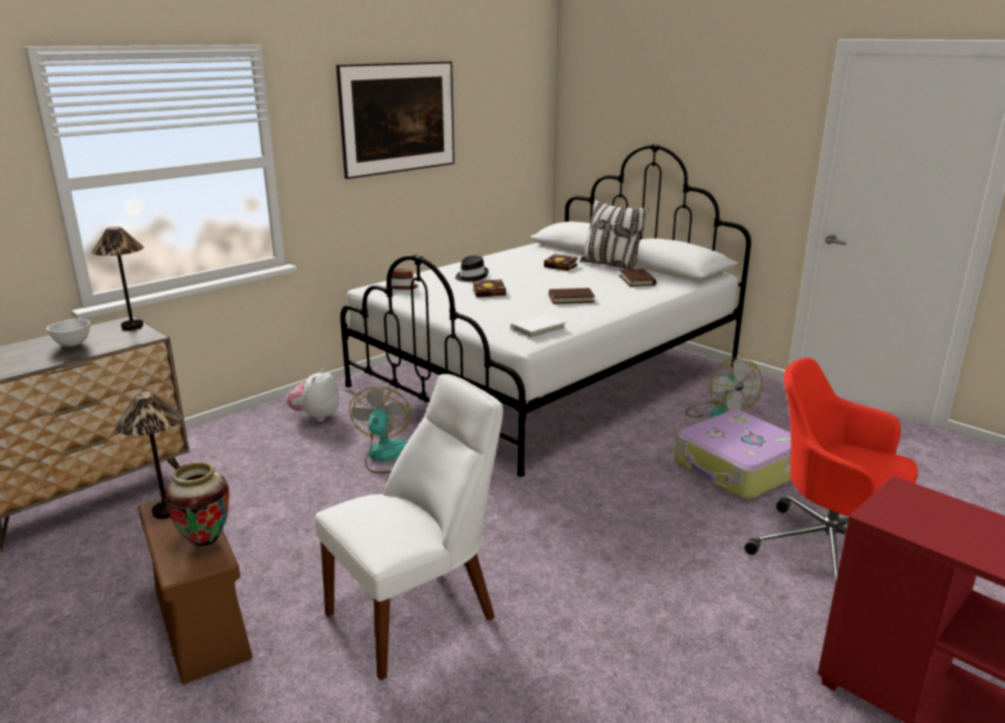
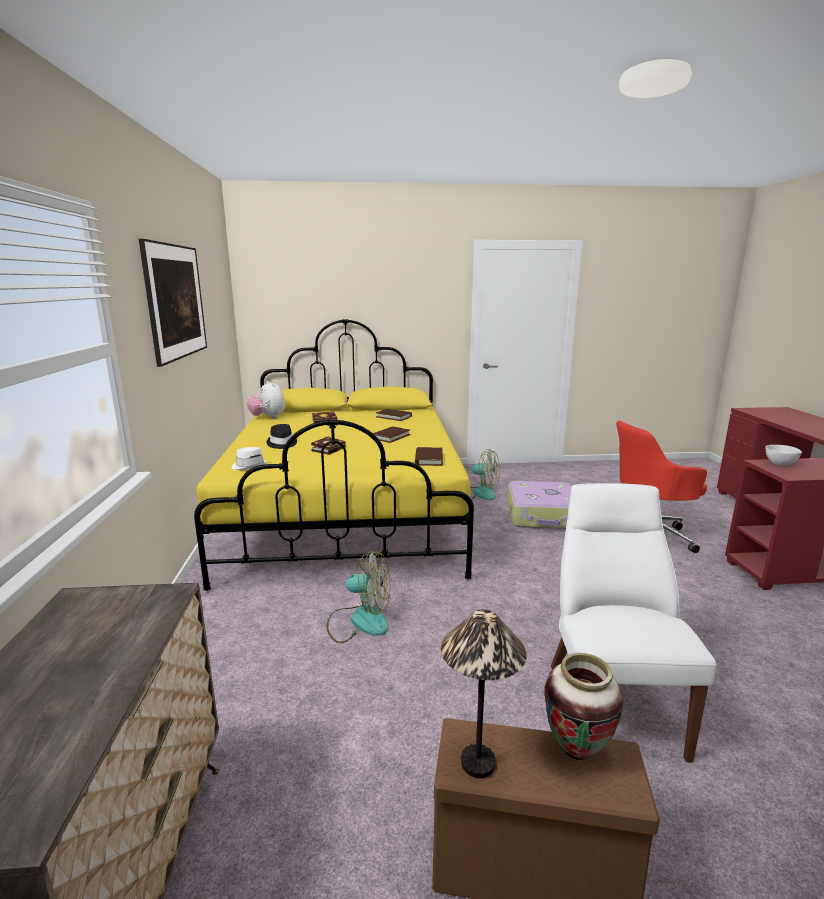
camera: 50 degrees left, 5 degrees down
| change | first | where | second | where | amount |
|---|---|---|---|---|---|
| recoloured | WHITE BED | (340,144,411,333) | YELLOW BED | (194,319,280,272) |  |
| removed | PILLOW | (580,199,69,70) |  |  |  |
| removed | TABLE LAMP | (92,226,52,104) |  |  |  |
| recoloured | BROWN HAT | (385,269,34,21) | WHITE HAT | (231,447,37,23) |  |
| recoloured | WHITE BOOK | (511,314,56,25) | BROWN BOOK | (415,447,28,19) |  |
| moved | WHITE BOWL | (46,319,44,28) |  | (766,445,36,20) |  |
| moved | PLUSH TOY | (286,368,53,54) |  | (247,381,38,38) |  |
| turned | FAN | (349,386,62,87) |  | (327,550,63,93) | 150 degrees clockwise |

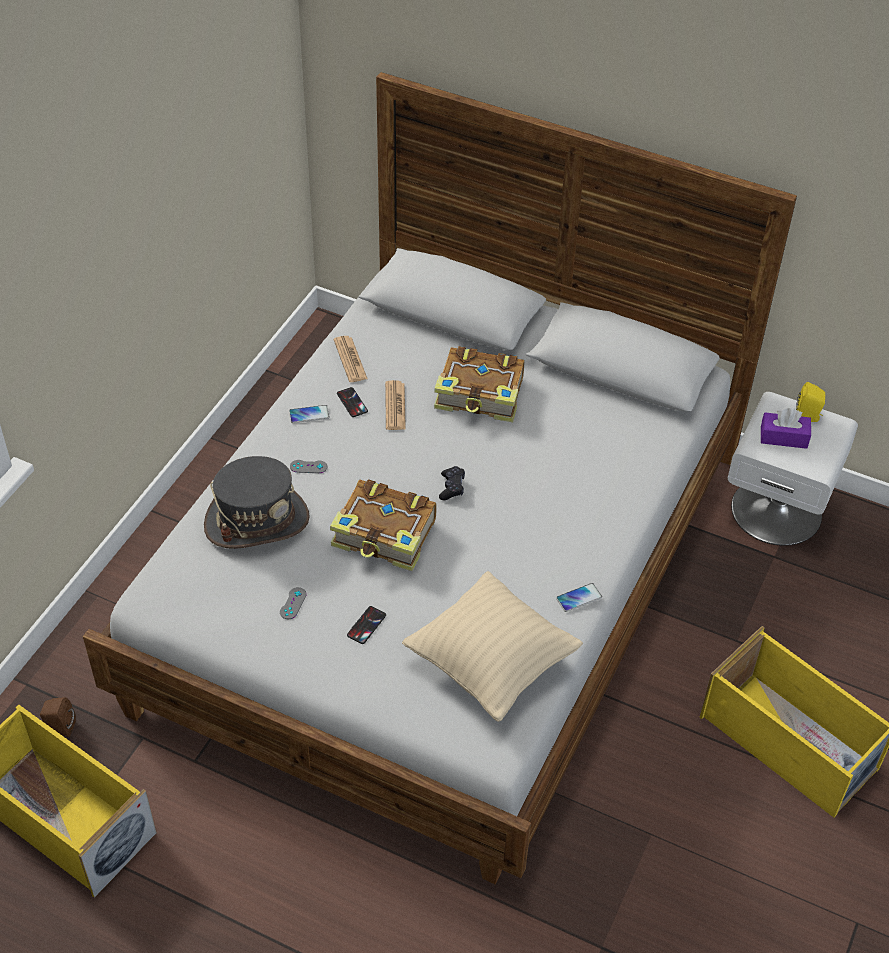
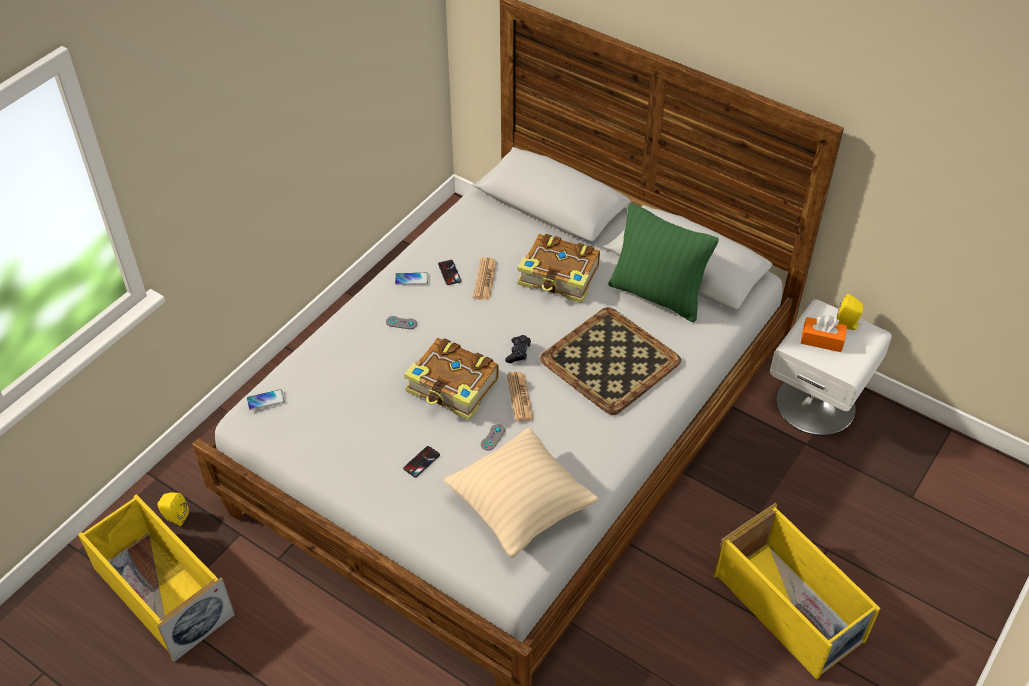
camera: 10 degrees right, 0 degrees up
| change | first | where | second | where | amount |
|---|---|---|---|---|---|
| moved | NEWSPAPER | (334,336,34,46) |  | (507,372,26,49) |  |
| recoloured | PURPLE TISSUE BOX | (761,408,50,41) | ORANGE TISSUE BOX | (801,315,46,37) |  |
| removed | GREY HAT | (204,456,106,93) |  |  |  |
| moved | PHONE | (556,583,46,29) |  | (246,389,39,21) |  |
| moved | GREY GAME CONTROLLER | (280,587,27,32) |  | (481,424,24,27) |  |
| recoloured | BROWN SPEAKER | (40,697,36,40) | YELLOW SPEAKER | (157,493,32,33) |  |
| added |  |  | GREEN PILLOW | (609,203,110,119) |  |
| added |  |  | TRAY | (540,307,141,108) |  |

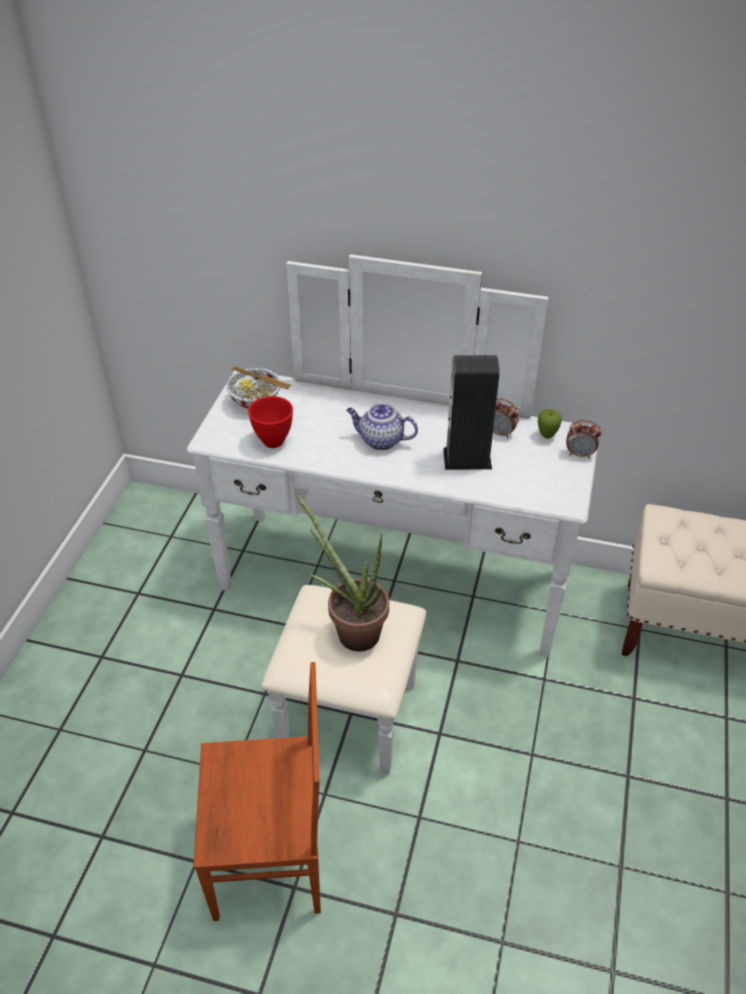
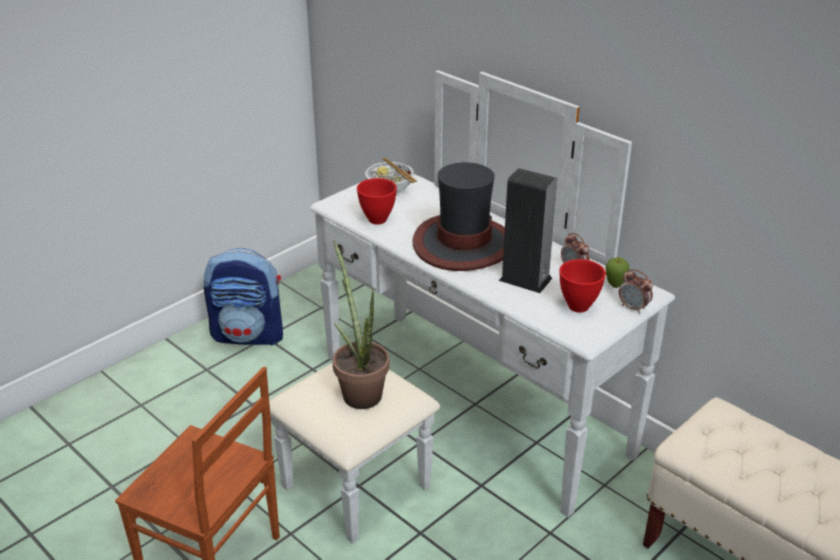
camera: 30 degrees right, 10 degrees down
| change | first | where | second | where | amount |
|---|---|---|---|---|---|
| replaced | TEAPOT | (346,404,72,46) | HAT | (413,162,92,109) |  |
| added |  |  | BACKPACK | (204,248,79,98) |  |
| added |  |  | RED BOWL | (559,259,47,54) |  |

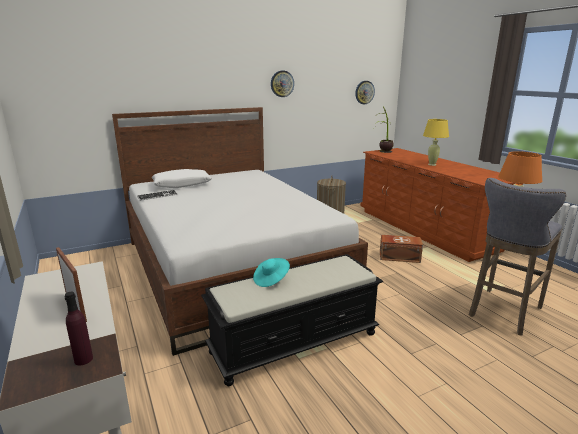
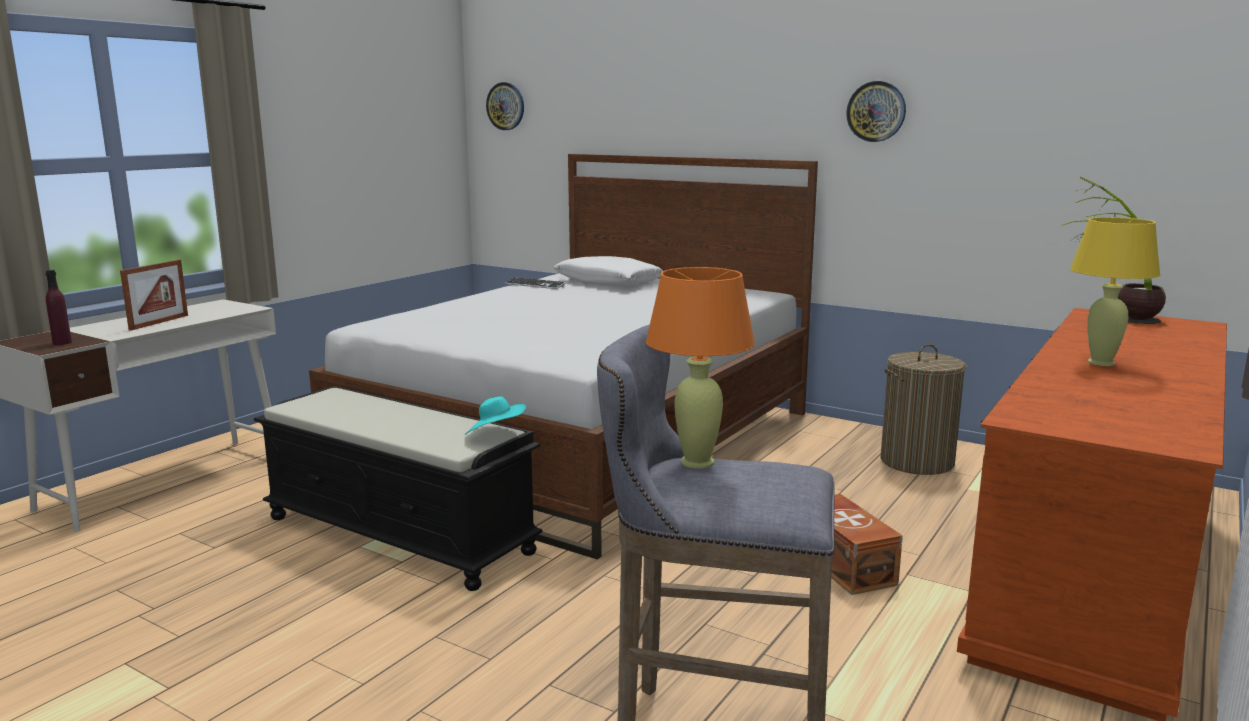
camera: 60 degrees right, 5 degrees down
| change | first | where | second | where | amount |
|---|---|---|---|---|---|
| moved | WALL CLOCK | (355,81,20,23) |  | (486,82,38,48) |  |
| moved | TURQUOISE HAT | (253,258,37,29) |  | (465,396,61,39) |  |

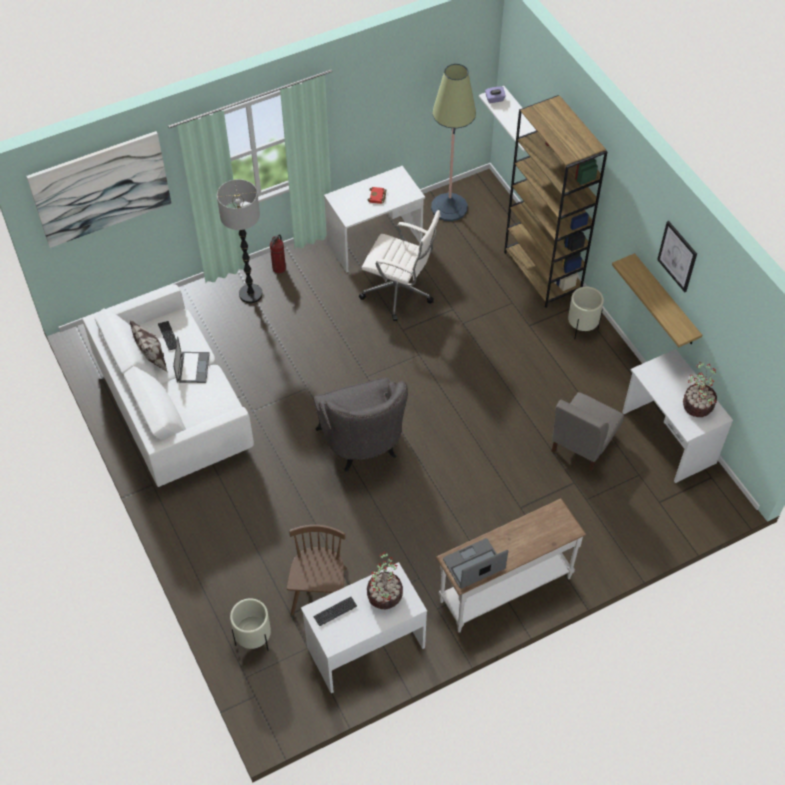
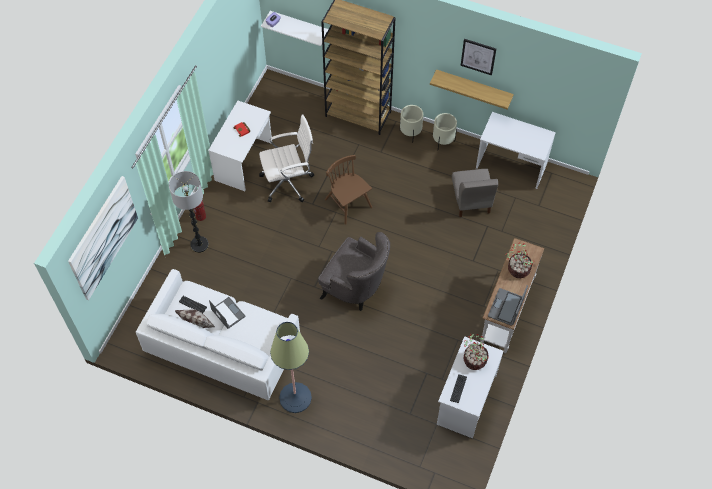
camera: 40 degrees left, 5 degrees up
| change | first | where | second | where | amount |
|---|---|---|---|---|---|
| moved | FLOOR LAMP | (431,64,45,157) |  | (270,322,42,91) |  |
| moved | POTTED PLANT | (683,362,34,55) |  | (505,242,29,36) |  |
| moved | BROWN CHAIR | (287,525,60,90) |  | (325,155,47,69) |  |
| moved | BEIGE PLANTER | (230,598,41,53) |  | (433,113,24,36) |  |

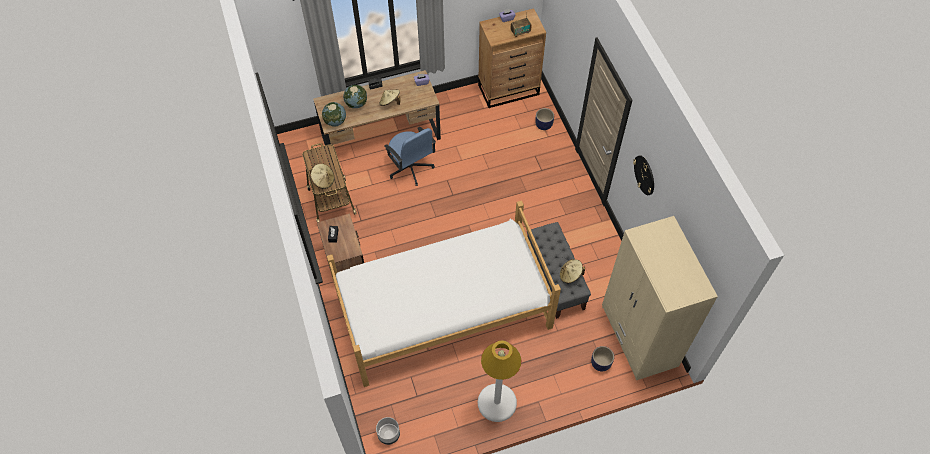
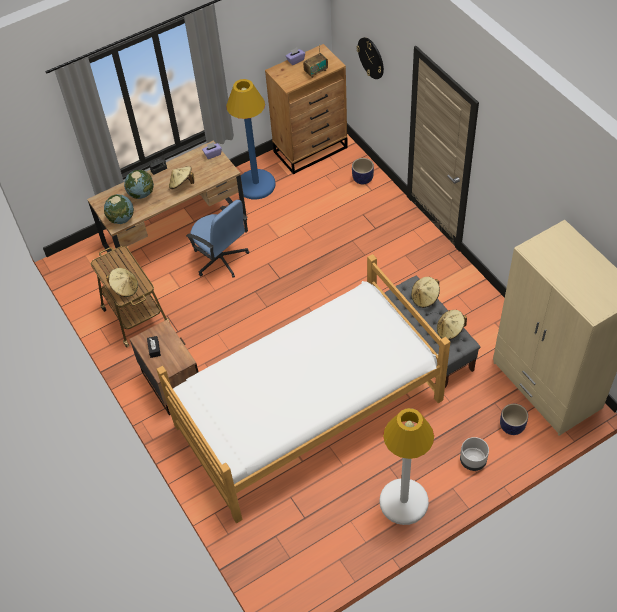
camera: 10 degrees left, 5 degrees down
| change | first | where | second | where | amount |
|---|---|---|---|---|---|
| moved | WALL CLOCK | (633,155,21,40) |  | (357,37,27,42) |  |
| moved | GREY PLANTER | (376,417,24,28) |  | (460,437,29,34) |  |
| added |  |  | BLUE FLOOR LAMP | (226,79,50,121) |  |
| added |  |  | BEIGE HAT | (411,277,29,31) |  |

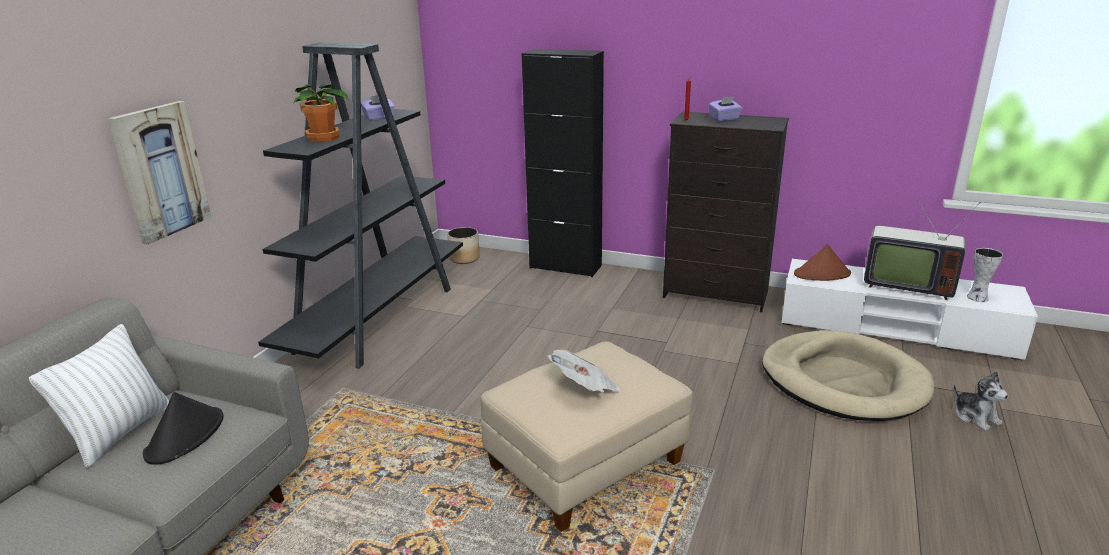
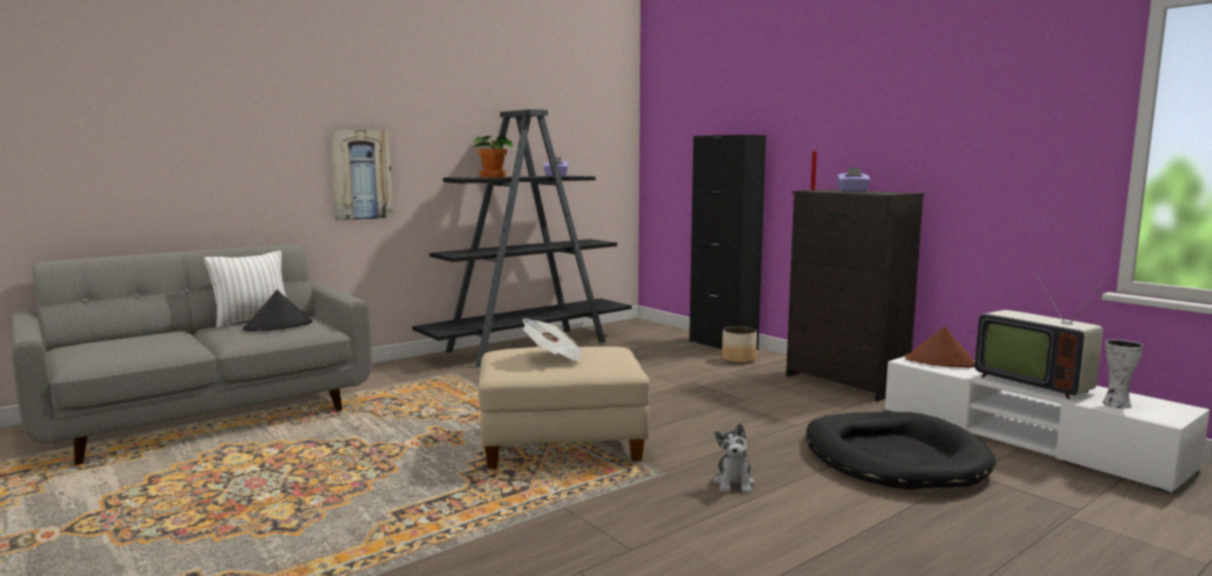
camera: 30 degrees right, 15 degrees down
| change | first | where | second | where | amount |
|---|---|---|---|---|---|
| moved | PLANTER | (447,227,33,37) |  | (722,326,35,38) |  |
| recoloured | BEIGE DOG BED | (762,330,173,91) | BLACK DOG BED | (806,412,190,78) |  |
| moved | PLUSH TOY | (953,371,55,60) |  | (713,423,42,70) |  |

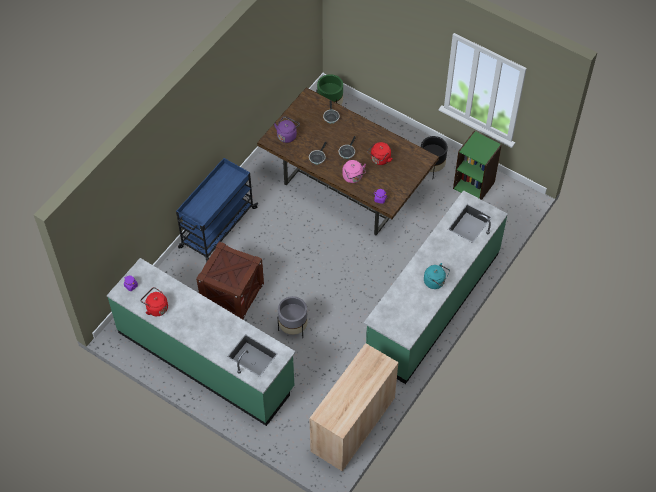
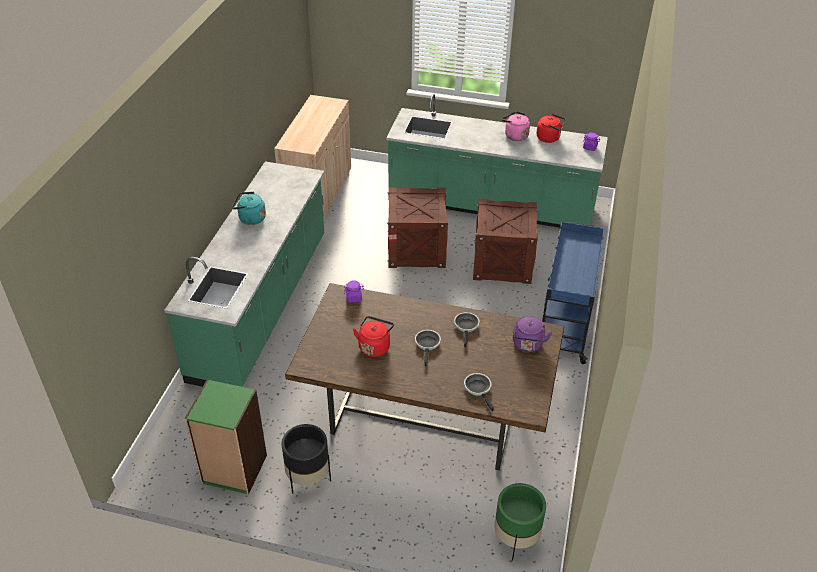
camera: 160 degrees right, 15 degrees down
| change | first | where | second | where | amount |
|---|---|---|---|---|---|
| moved | PINK KETTLE | (342,160,24,23) |  | (502,111,28,30) |  |
| replaced | GREY PLANTER | (277,296,31,42) | CRATE | (387,188,62,80) |  |

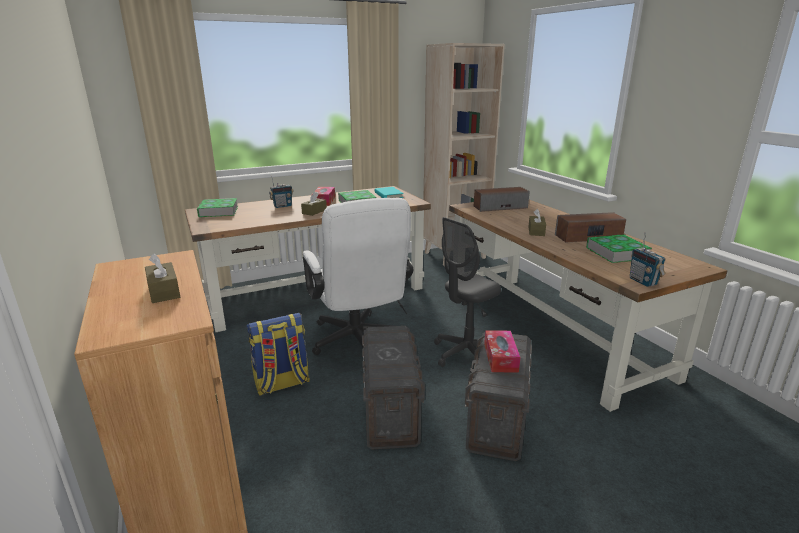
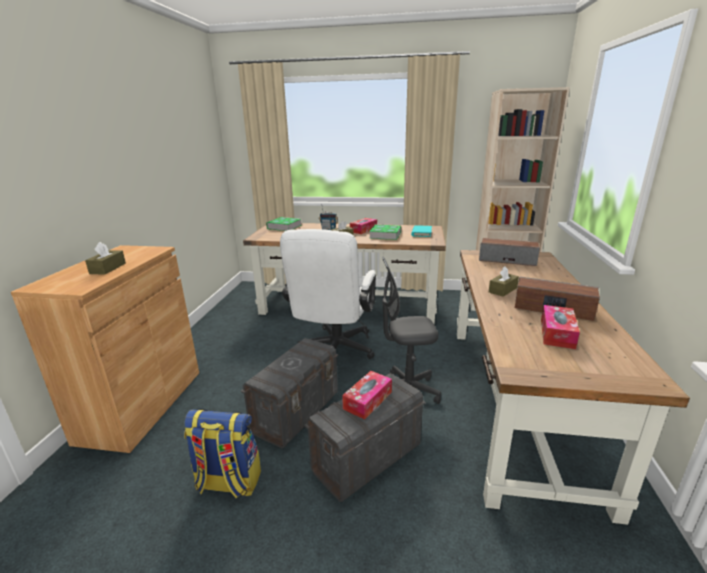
camera: 35 degrees right, 0 degrees up
| change | first | where | second | where | amount |
|---|---|---|---|---|---|
| removed | RADIO | (630,233,36,54) |  |  |  |
| replaced | BOOK | (586,234,66,29) | TISSUE BOX | (541,305,39,44) |  |
| moved | BACKPACK | (247,313,63,83) |  | (184,409,77,89) |  |

